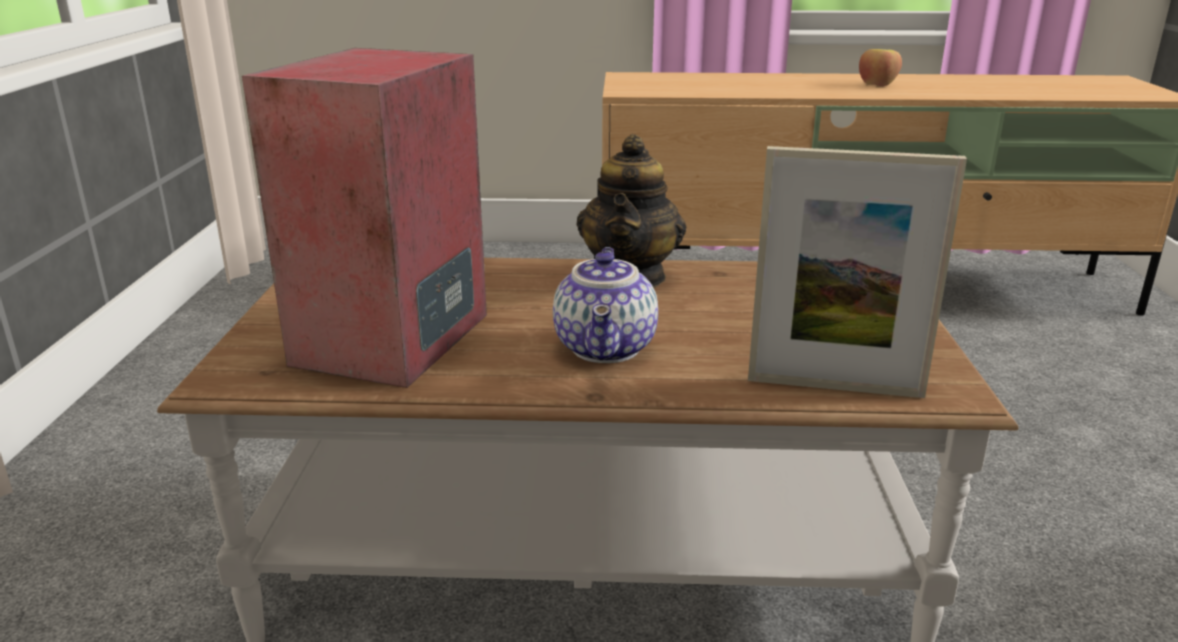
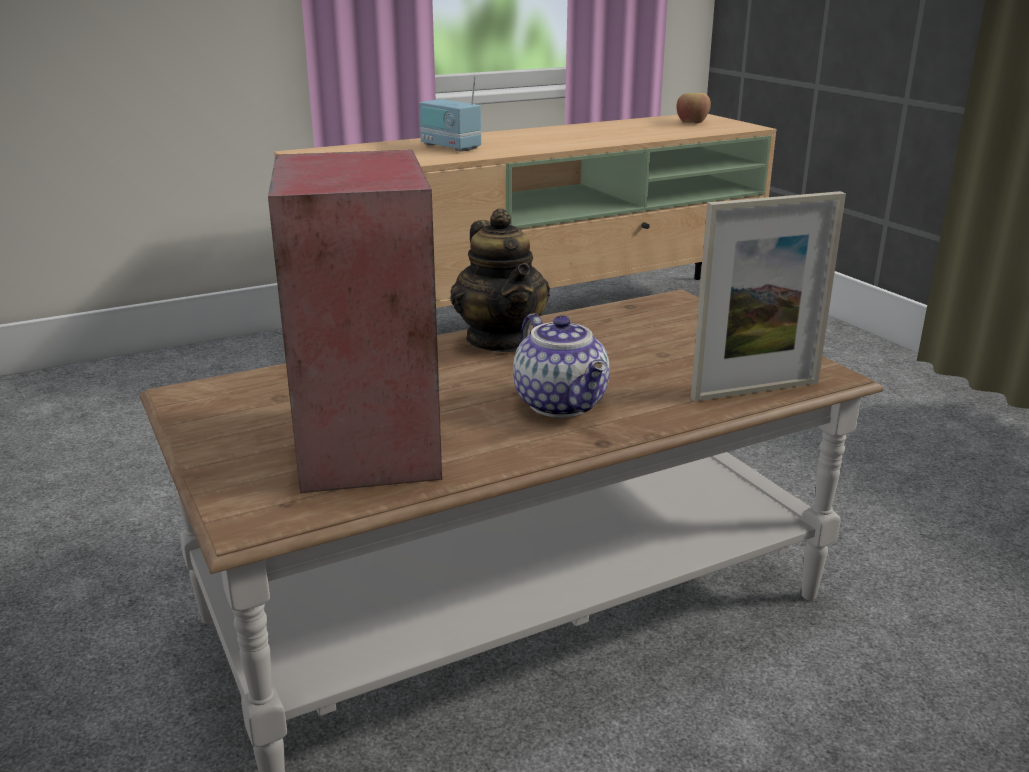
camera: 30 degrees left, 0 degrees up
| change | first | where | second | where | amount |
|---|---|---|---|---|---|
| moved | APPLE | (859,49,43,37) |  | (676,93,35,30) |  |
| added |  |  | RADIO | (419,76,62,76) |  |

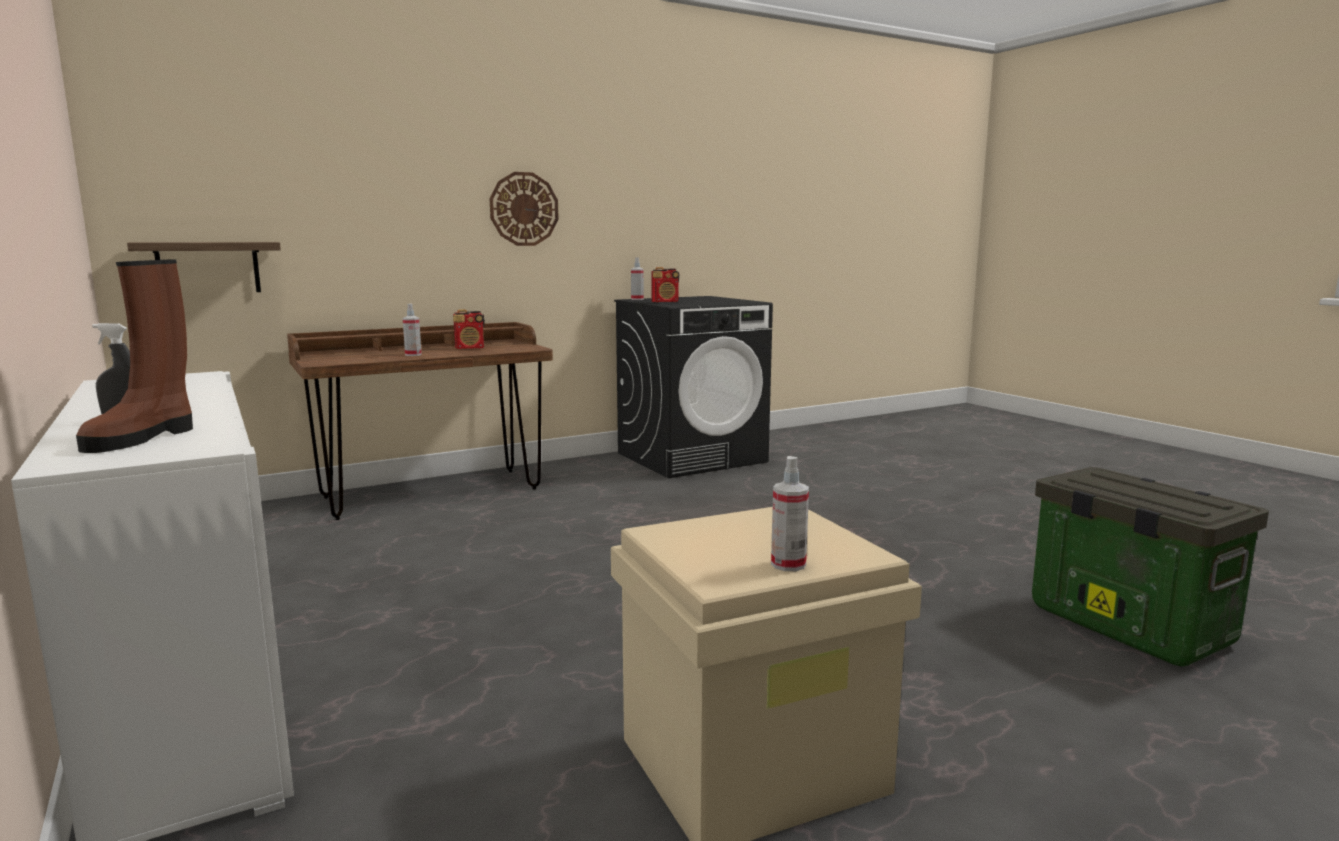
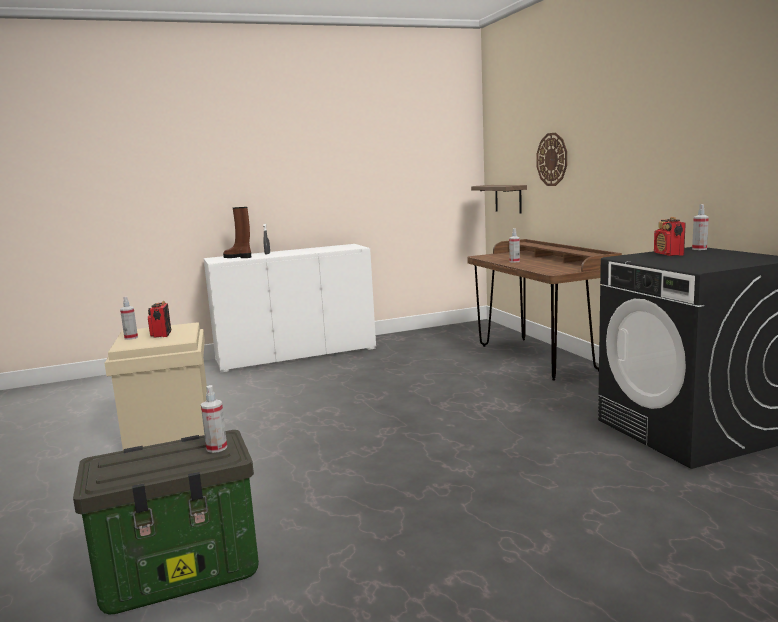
camera: 100 degrees right, 0 degrees up
| change | first | where | second | where | amount |
|---|---|---|---|---|---|
| moved | WALL CLOCK | (490,172,69,74) |  | (537,133,30,53) |  |
| moved | RADIO | (453,309,32,40) |  | (148,301,23,37) |  |
| added |  |  | SPRAY BOTTLE | (201,385,26,68) |  |

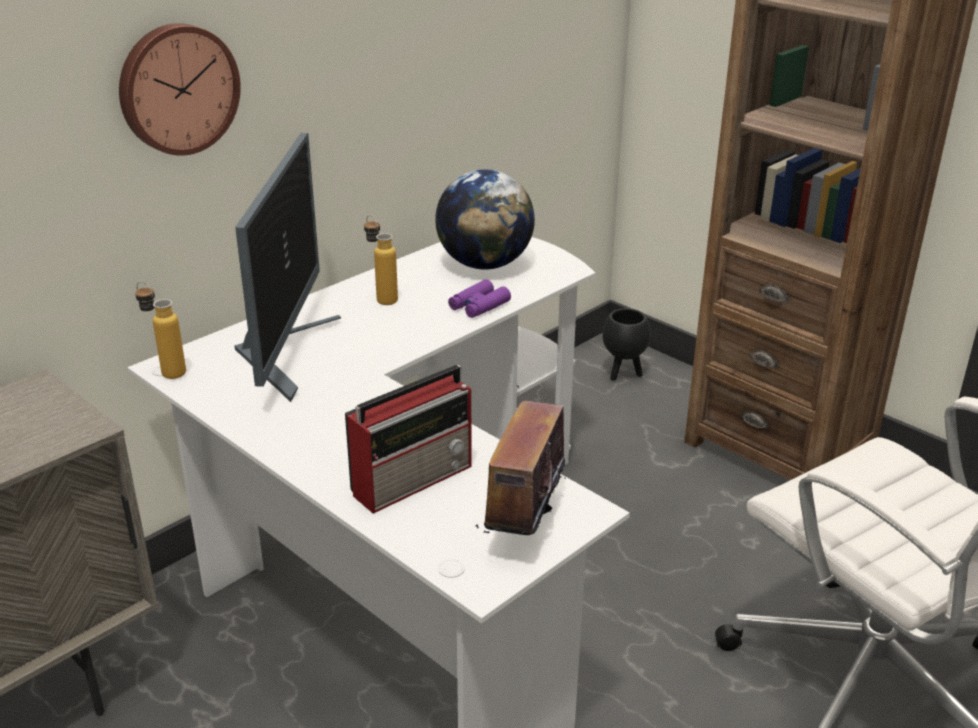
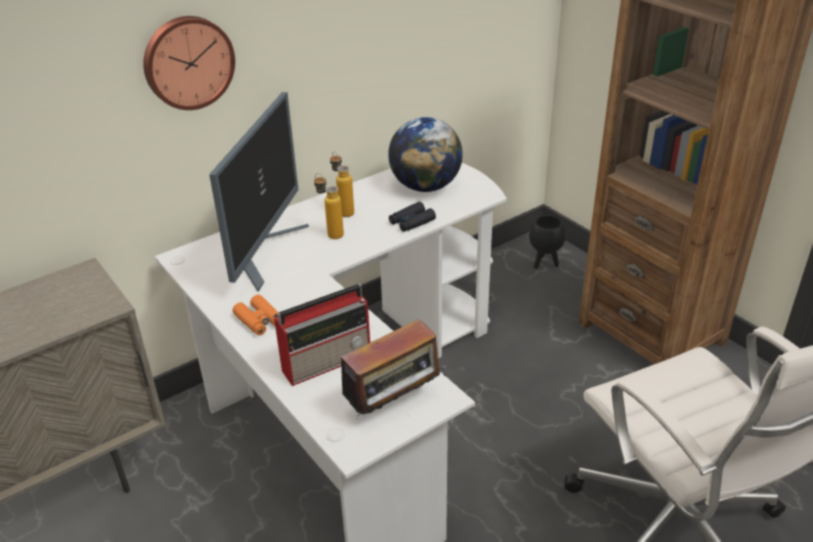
camera: 10 degrees right, 5 degrees up
| change | first | where | second | where | amount |
|---|---|---|---|---|---|
| recoloured | PURPLE BINOCULARS | (448,279,63,39) | BLACK BINOCULARS | (389,202,47,30) |  |
| moved | BOTTLE | (135,281,51,98) |  | (314,173,30,66) |  |
| turned | RADIO | (475,386,98,149) |  | (341,319,105,100) | 150 degrees counterclockwise |
| added |  |  | ORANGE BINOCULARS | (233,295,45,40) |  |

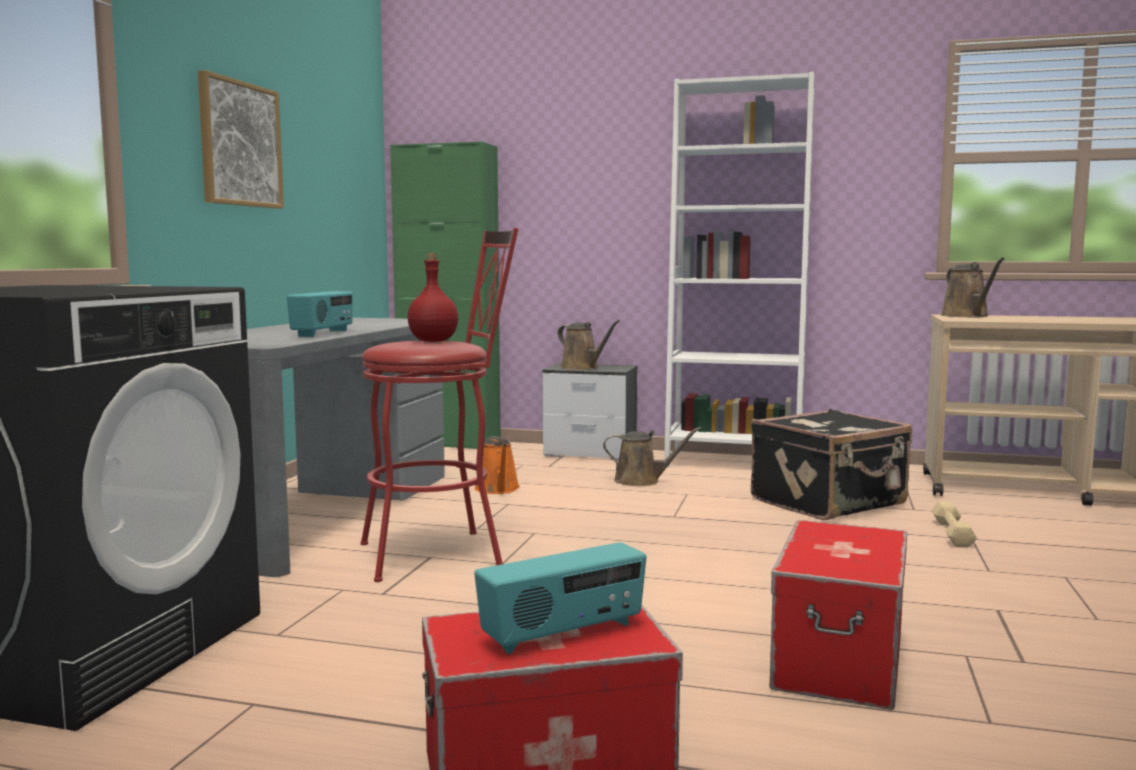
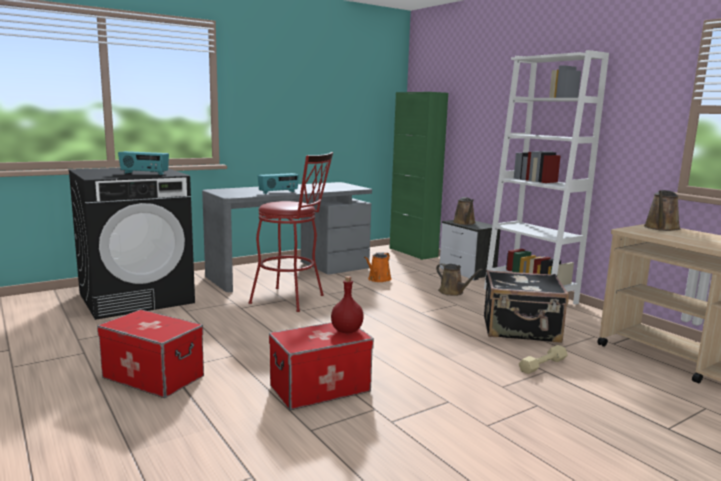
camera: 40 degrees right, 5 degrees up
| change | first | where | second | where | amount |
|---|---|---|---|---|---|
| removed | PICTURE | (198,70,86,139) |  |  |  |
| moved | RED BOTTLE | (408,253,50,89) |  | (331,276,33,57) |  |
| moved | RADIO | (474,542,172,112) |  | (118,151,51,24) |  |

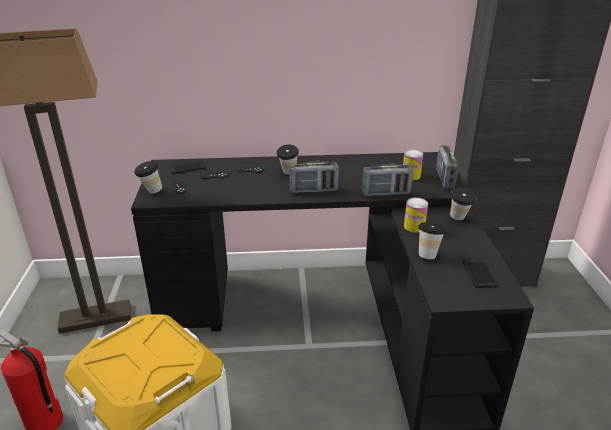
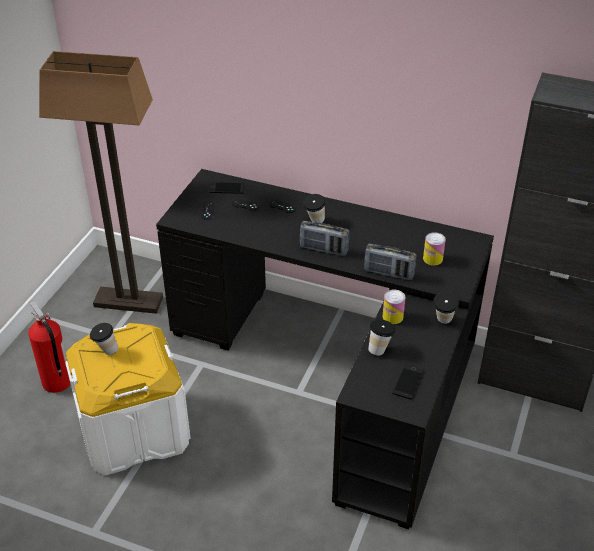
camera: 25 degrees right, 10 degrees up
| change | first | where | second | where | amount |
|---|---|---|---|---|---|
| removed | RADIO | (436,145,22,44) |  |  |  |
| moved | CUP | (134,161,28,33) |  | (90,323,28,32) |  |

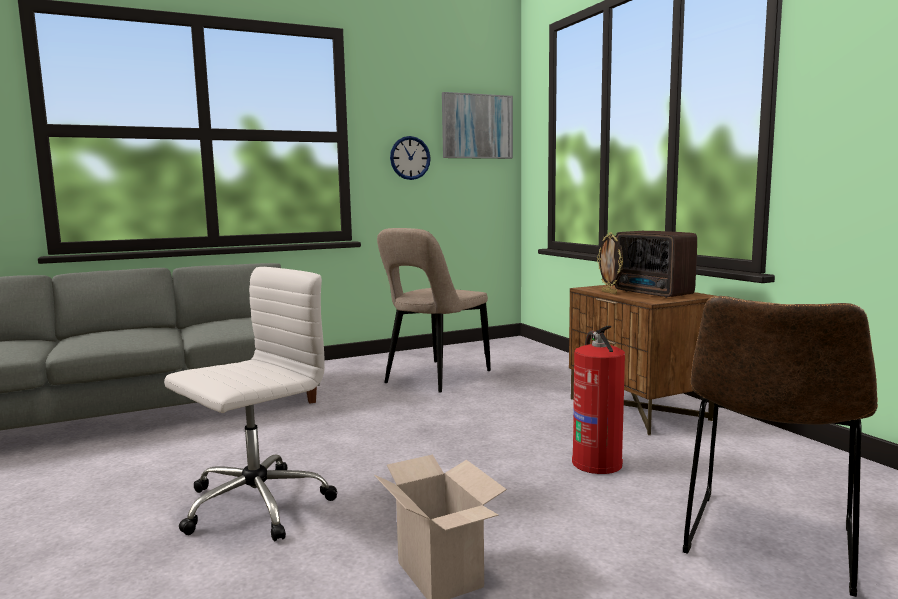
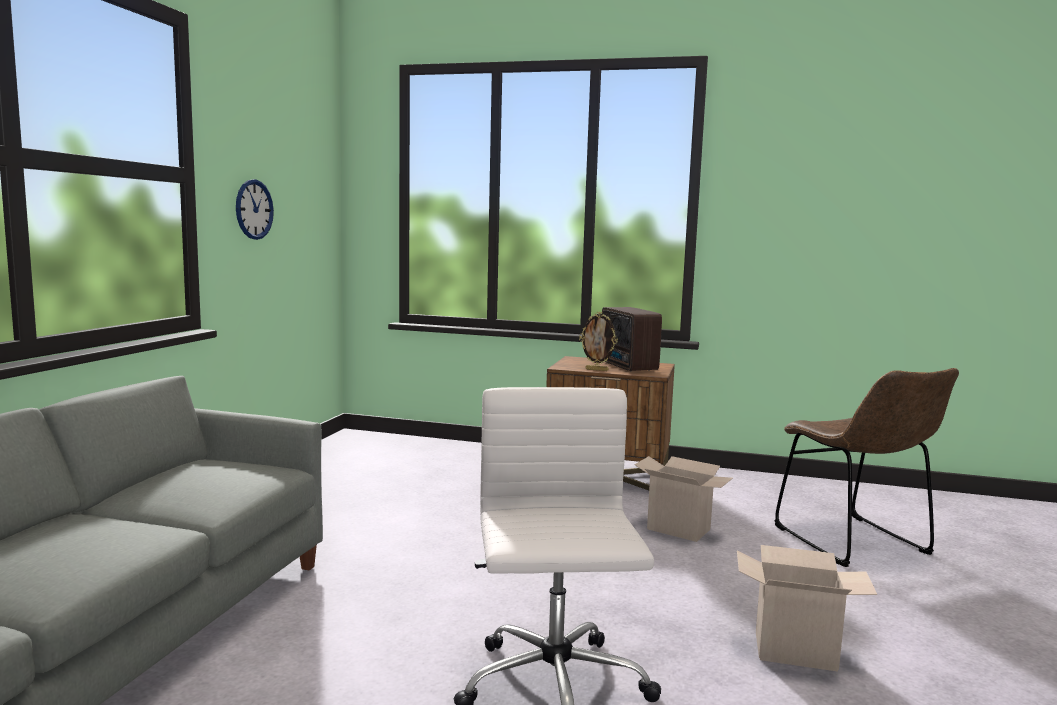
camera: 50 degrees left, 0 degrees up
| change | first | where | second | where | amount |
|---|---|---|---|---|---|
| removed | PICTURE | (442,92,71,67) |  |  |  |
| removed | BEIGE CHAIR | (377,228,114,165) |  |  |  |
| turned | RADIO | (615,231,82,67) |  | (602,307,60,65) | 60 degrees clockwise |
| replaced | FIRE EXTINGUISHER | (572,326,53,148) | CARDBOARD BOX | (634,456,99,86) |  |

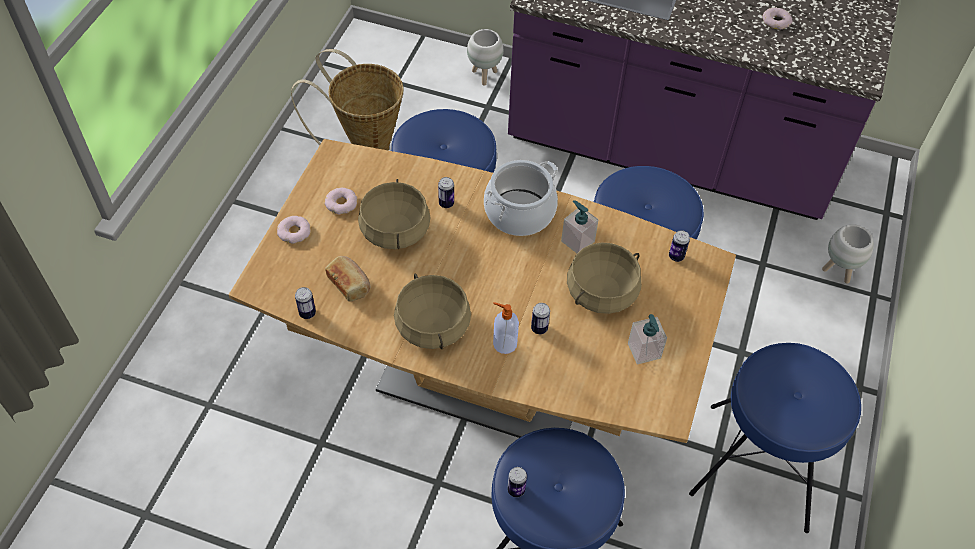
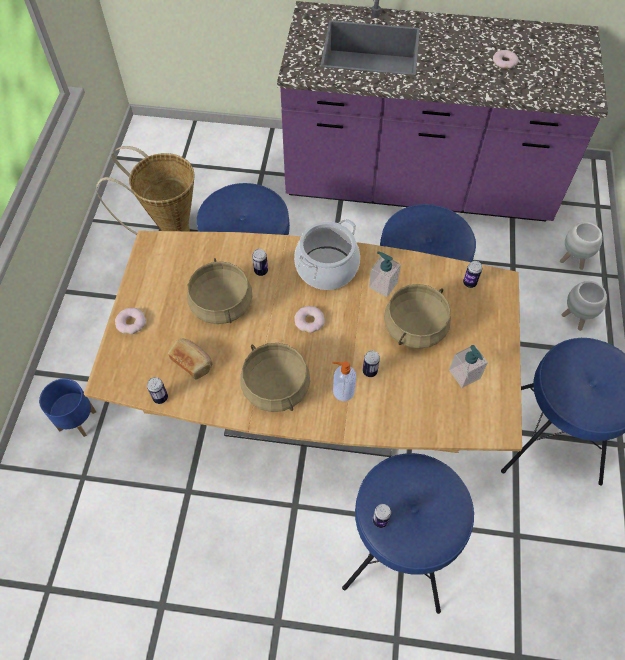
camera: 10 degrees left, 5 degrees up
| change | first | where | second | where | amount |
|---|---|---|---|---|---|
| moved | WHITE PLANTER | (467,29,36,57) |  | (561,281,46,50) |  |
| moved | DONUT | (325,188,32,26) |  | (294,306,31,27) |  |
| added |  |  | BLUE PLANTER | (39,378,57,59) |  |

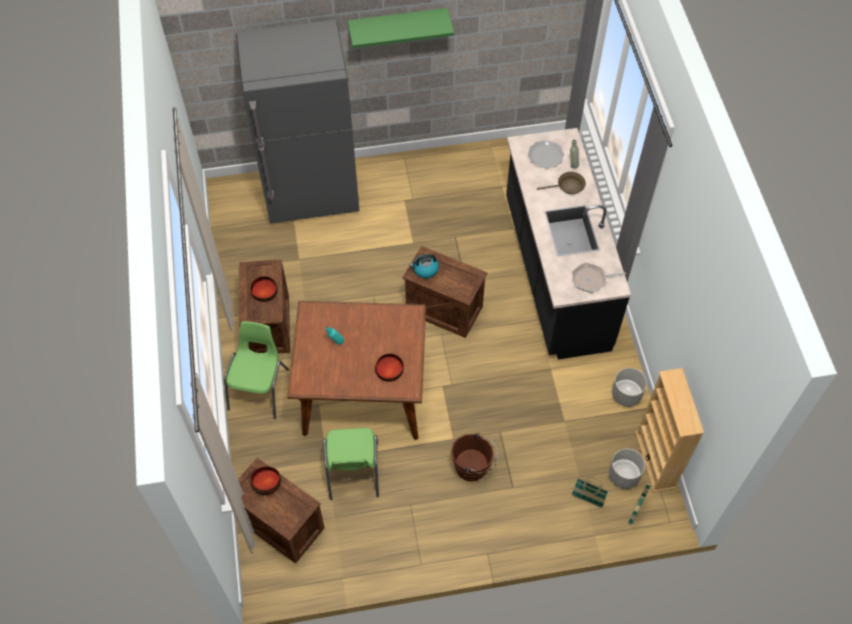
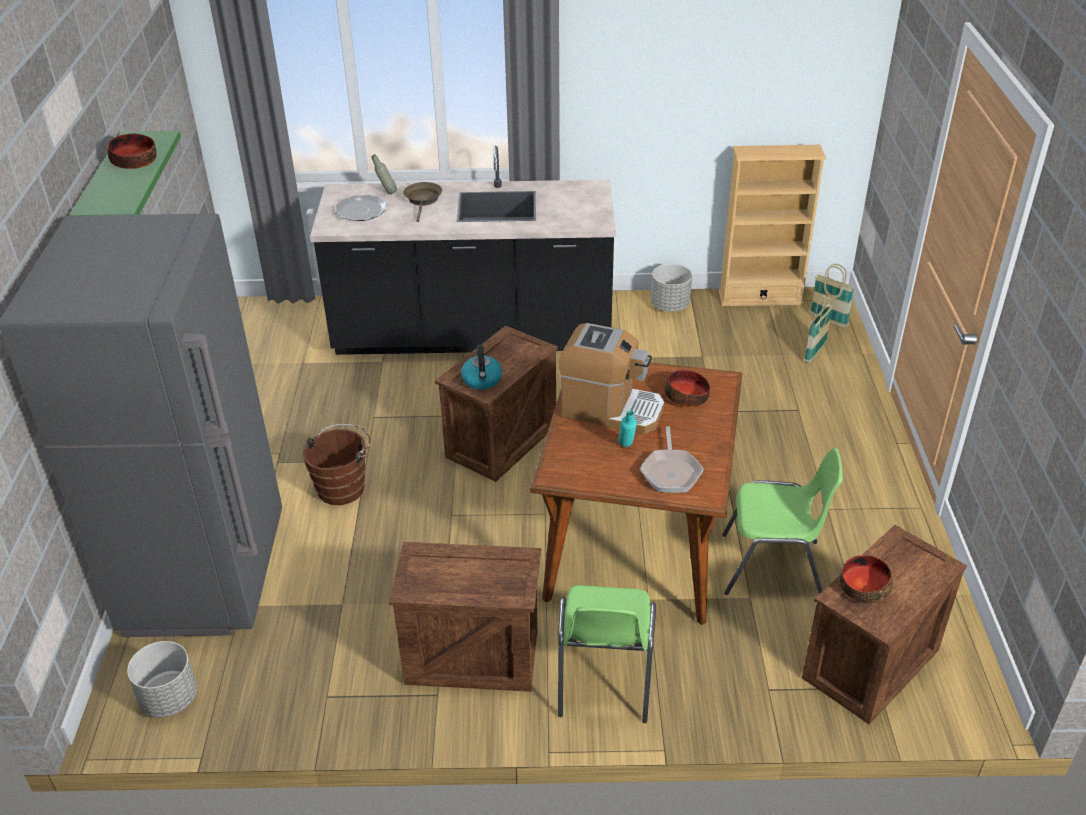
camera: 80 degrees left, 20 degrees down
| change | first | where | second | where | amount |
|---|---|---|---|---|---|
| moved | FRYING PAN | (572,262,54,31) |  | (640,426,64,67) |  |
| moved | BOWL | (250,276,28,26) |  | (108,133,49,36) |  |
| turned | GREEN CHAIR | (224,321,65,98) |  | (558,585,98,138) | 105 degrees counterclockwise |
| moved | BROWN BUCKET | (451,433,47,49) |  | (303,424,67,81) |  |
| moved | GREY PLANTER | (609,449,36,40) |  | (127,641,70,76) |  |
| added |  |  | COFFEE MACHINE | (559,323,106,112) |  |

